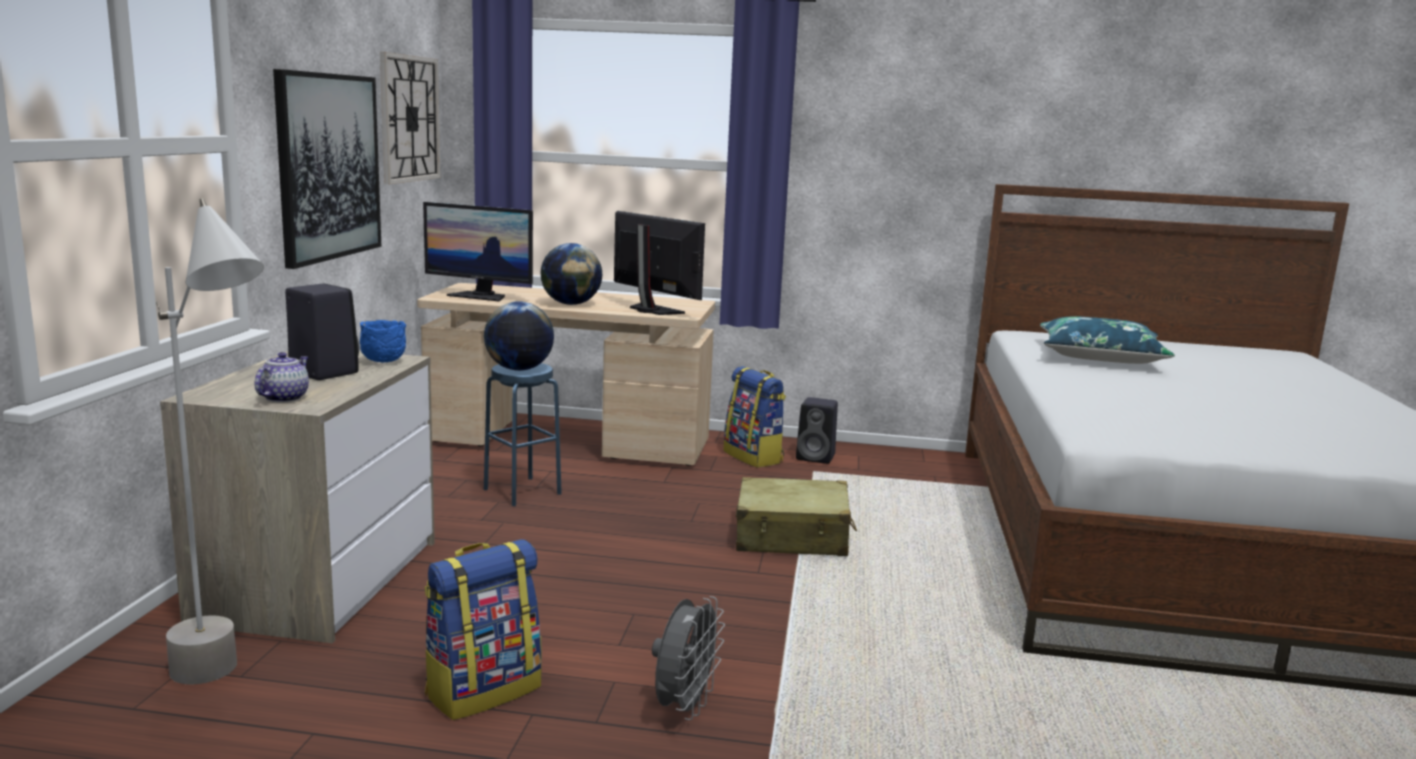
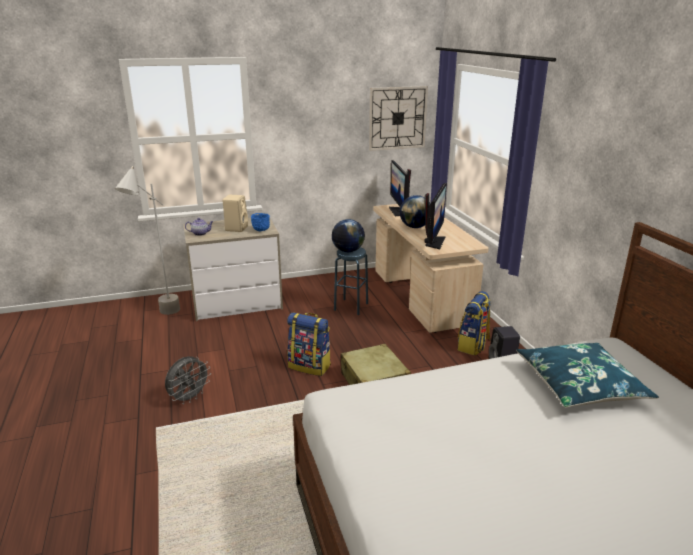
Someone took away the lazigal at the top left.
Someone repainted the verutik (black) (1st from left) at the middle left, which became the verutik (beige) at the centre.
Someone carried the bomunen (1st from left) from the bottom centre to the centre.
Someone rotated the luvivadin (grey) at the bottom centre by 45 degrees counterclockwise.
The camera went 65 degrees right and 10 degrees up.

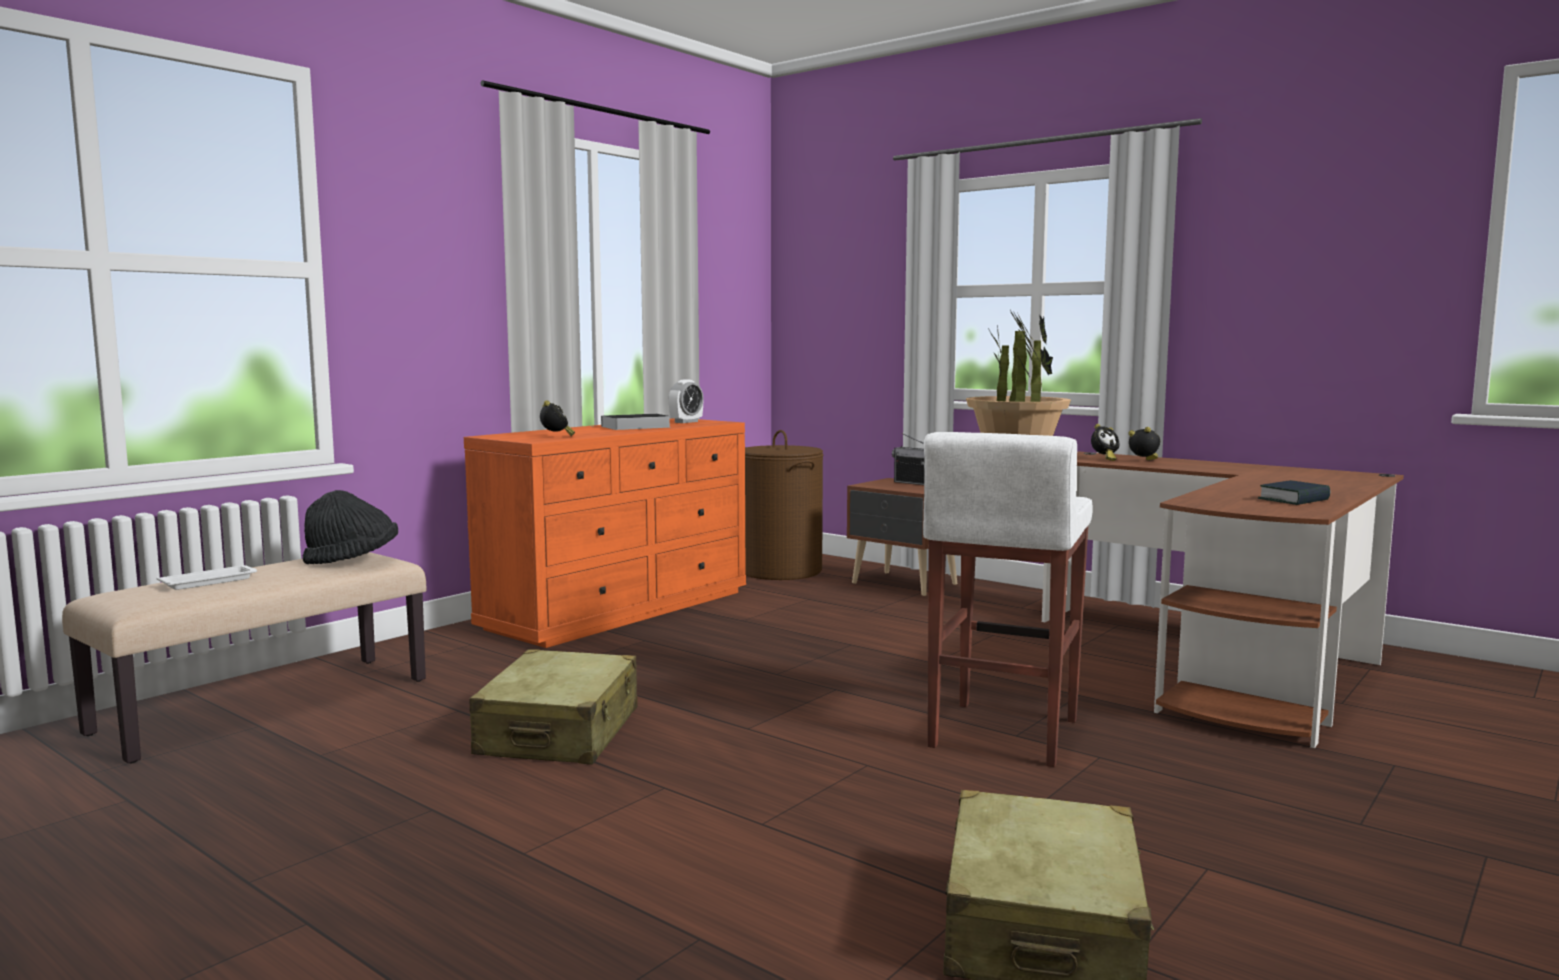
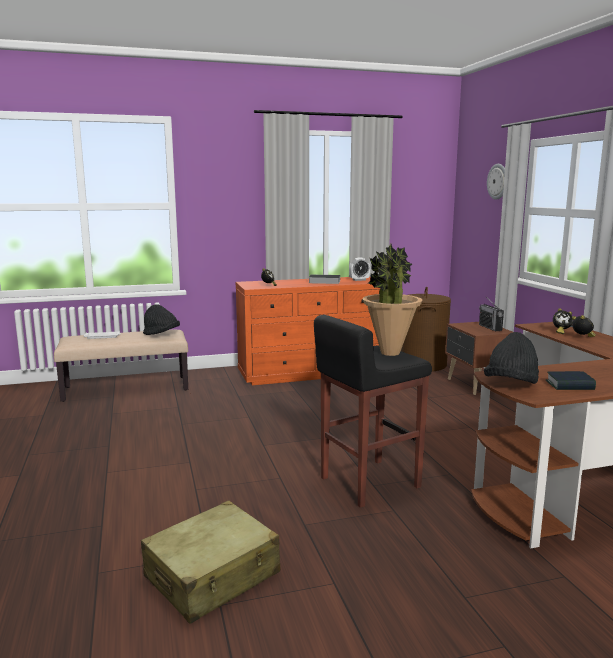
Someone repainted the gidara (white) at the centre, which became the gidara (black) at the centre.
Someone took away the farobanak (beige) (1st from left) at the bottom centre.
Someone put up the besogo at the top right.
Someone put down the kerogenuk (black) (2nd from left) at the middle right.
The camera went 35 degrees right and 5 degrees up.

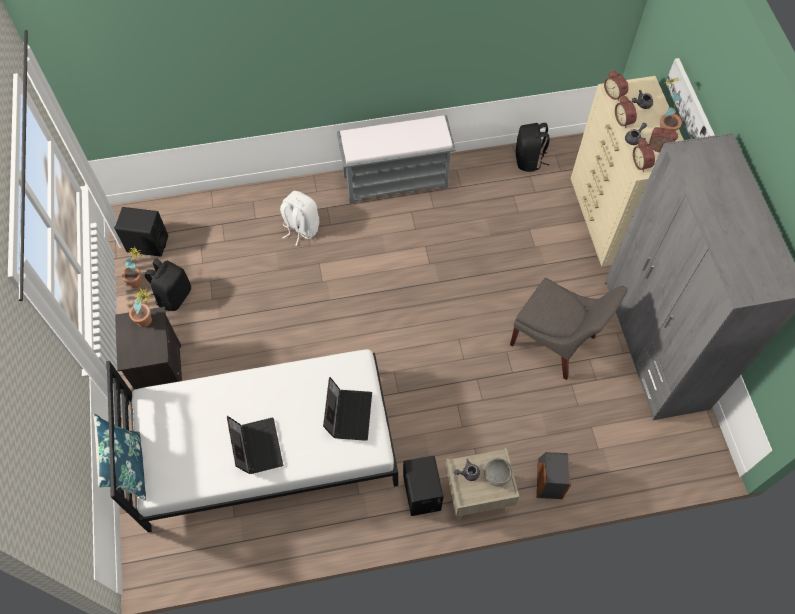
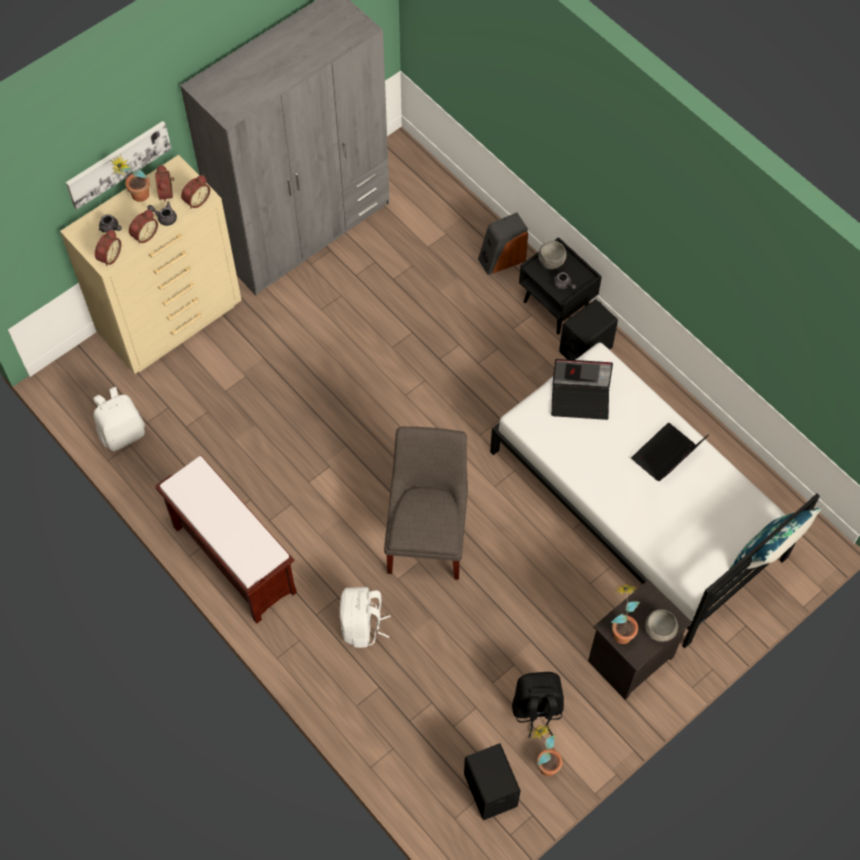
Someone repainted the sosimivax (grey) at the top centre, which became the sosimivax (brown) at the middle left.
Someone repainted the bomunen (black) (2nd from left) at the top right, which became the bomunen (white) (1st from left) at the middle left.
Someone carried the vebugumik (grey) from the middle right to the centre.
Someone rotated the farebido (2nd from left in the first image) at the centre by 150 degrees counterclockwise.
Someone repainted the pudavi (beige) at the bottom centre, which became the pudavi (black) (1st from left) at the top centre.
Someone put down the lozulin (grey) (2nd from left) at the bottom right.
The camera went 120 degrees left and 0 degrees up.

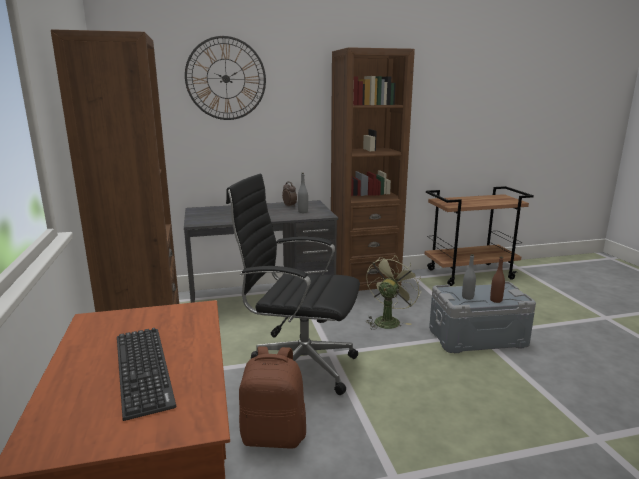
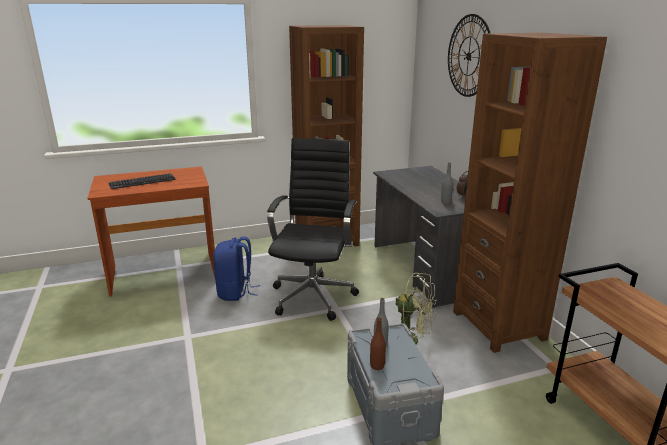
Someone repainted the bomunen (brown) at the bottom centre, which became the bomunen (blue) at the centre.
The camera went 85 degrees right and 5 degrees up.

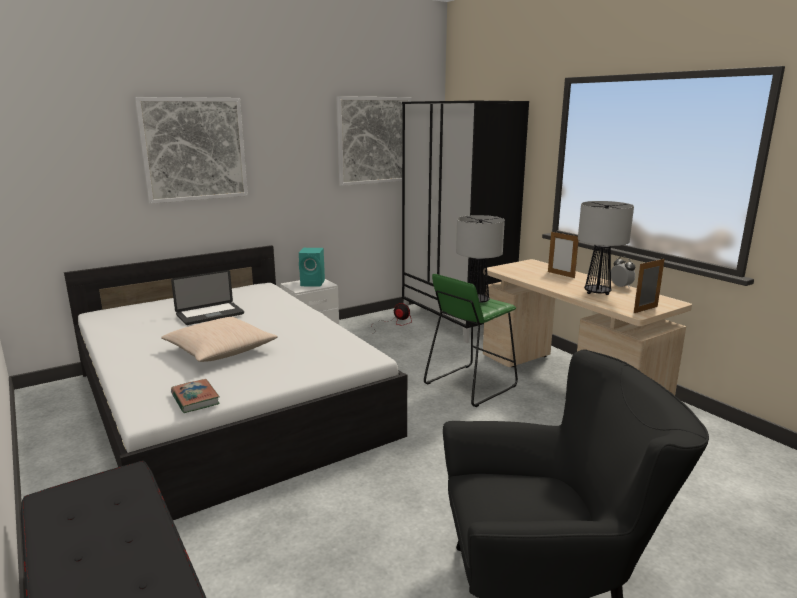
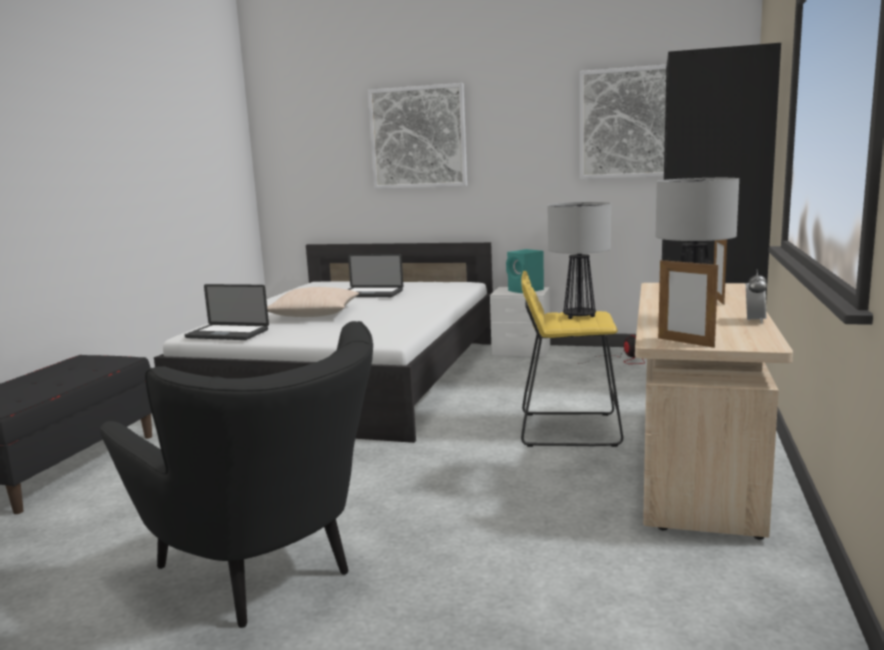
Someone rotated the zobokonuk (2nd from left in the first image) at the middle right by 150 degrees counterclockwise.
Someone repainted the gidara (green) at the centre, which became the gidara (yellow) at the centre.
Someone swapped the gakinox at the middle left for the farebido (1st from left) at the middle left.
The camera went 50 degrees right and 5 degrees down.

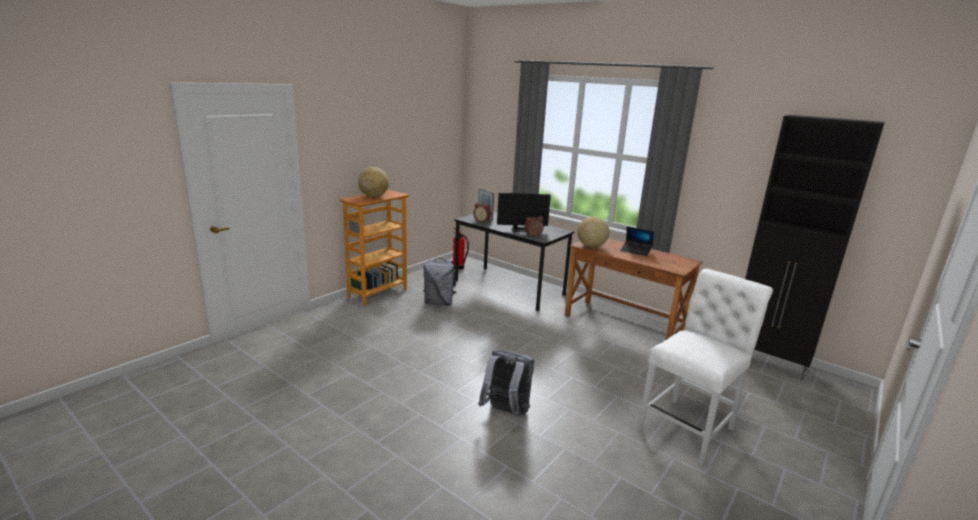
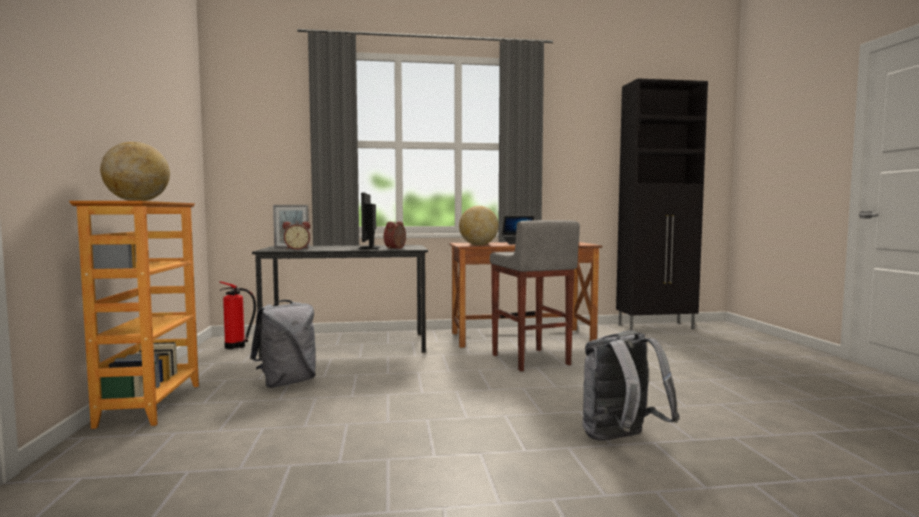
Someone rotated the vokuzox at the centre by 135 degrees clockwise.
Someone took away the vebugumik (white) at the bottom right.
Someone put down the gidara (grey) at the centre.
The camera went 45 degrees left and 15 degrees down.

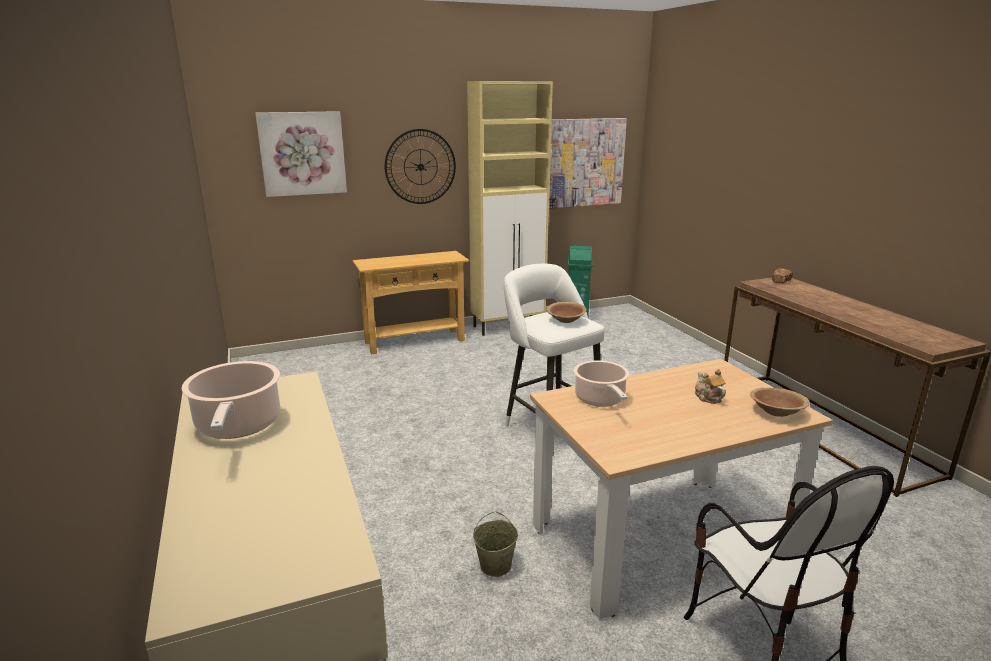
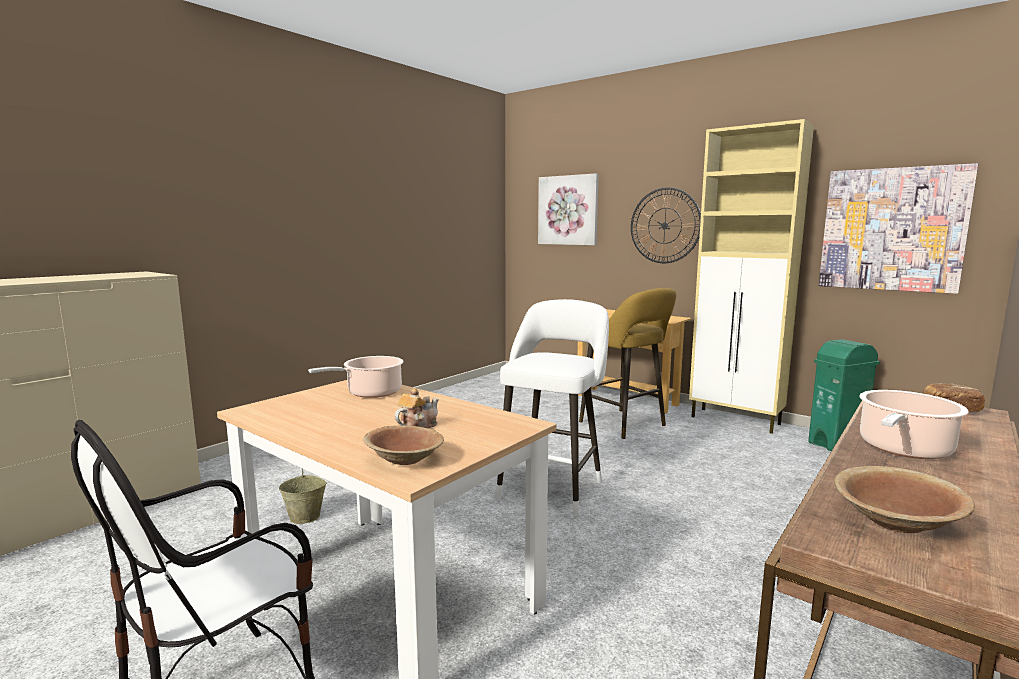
Someone carried the lozulin (brown) (1st from left in the first image) from the centre to the bottom right.
Someone carried the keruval (1st from left in the first image) from the middle left to the middle right.
Someone put down the gidara (yellow) at the centre.
The camera went 60 degrees right and 10 degrees down.

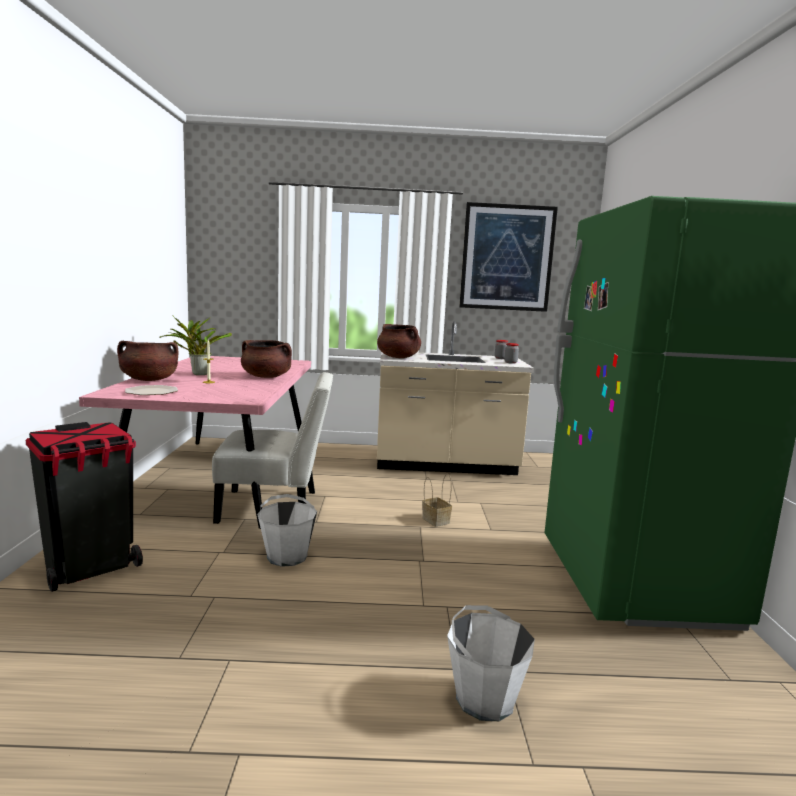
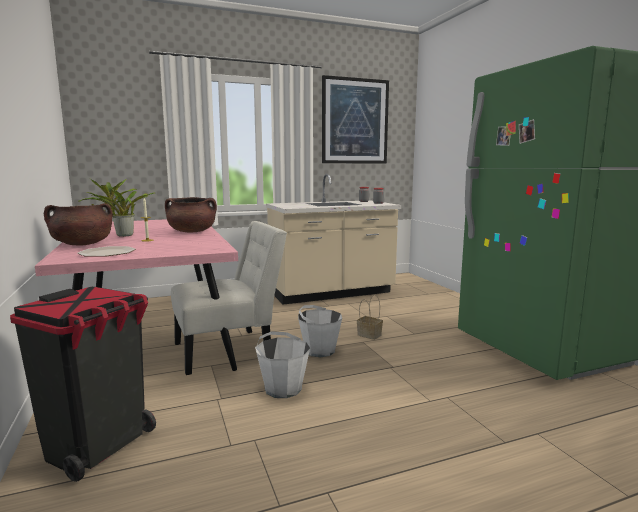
Someone took away the keruval (brown) (3rd from left) at the centre.
Someone carried the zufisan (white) (2nd from left) from the bottom centre to the centre.
The camera went 20 degrees left and 0 degrees up.

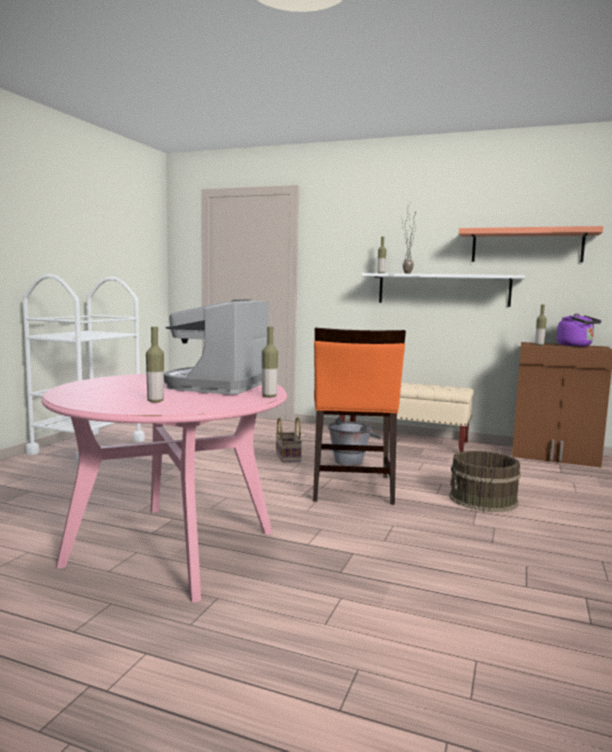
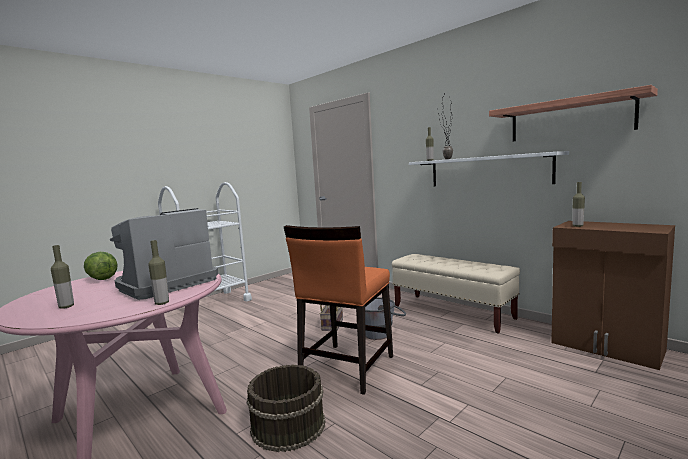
Someone took away the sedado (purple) at the middle right.
Someone carried the zufisan (brown) from the middle right to the bottom centre.
Someone put down the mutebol at the middle left.
The camera went 25 degrees right and 0 degrees up.

